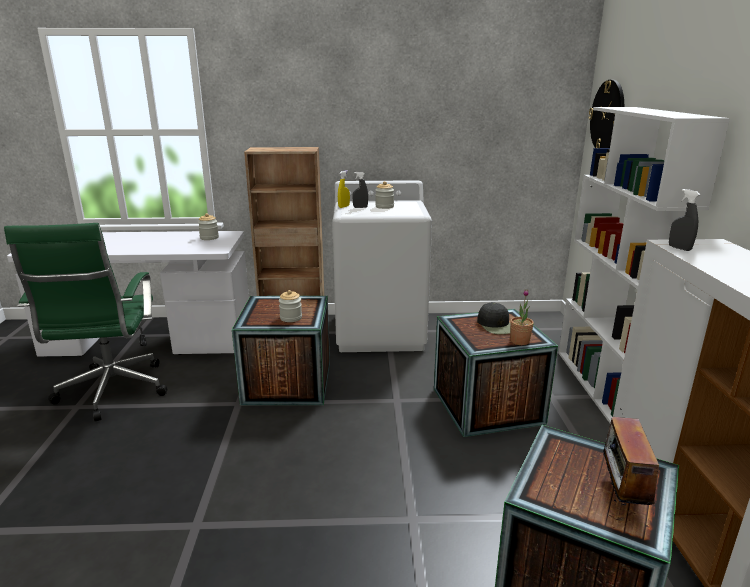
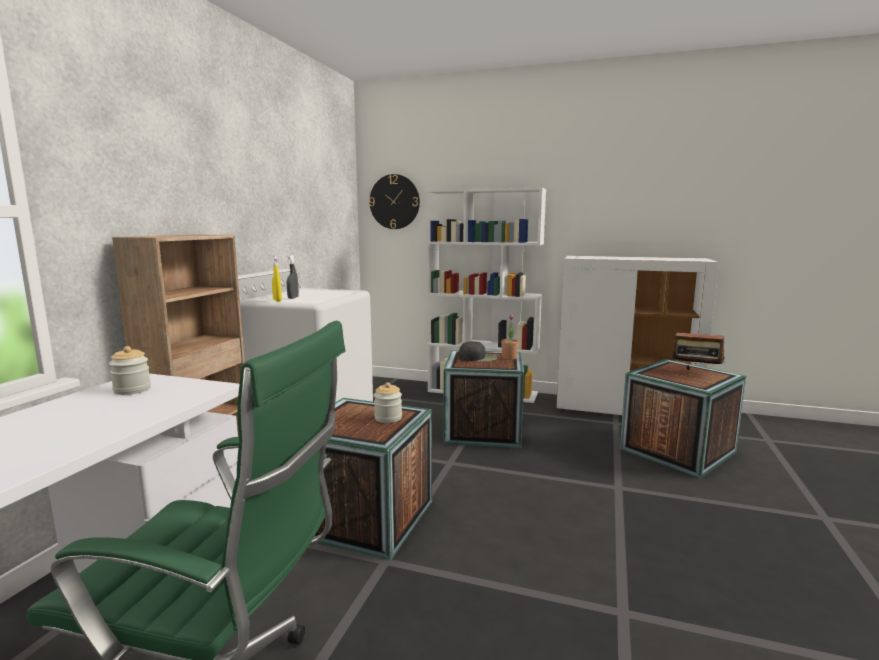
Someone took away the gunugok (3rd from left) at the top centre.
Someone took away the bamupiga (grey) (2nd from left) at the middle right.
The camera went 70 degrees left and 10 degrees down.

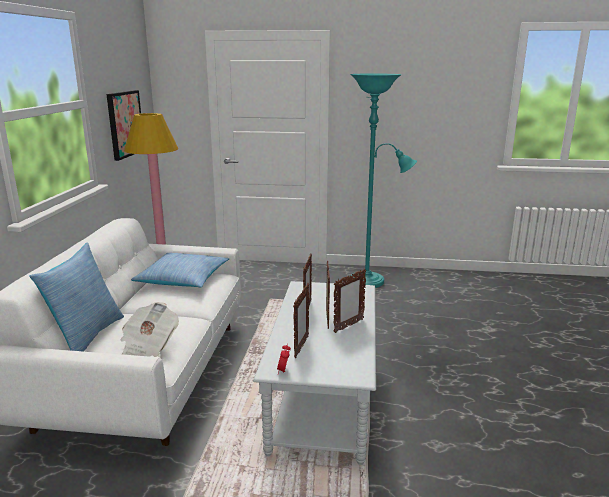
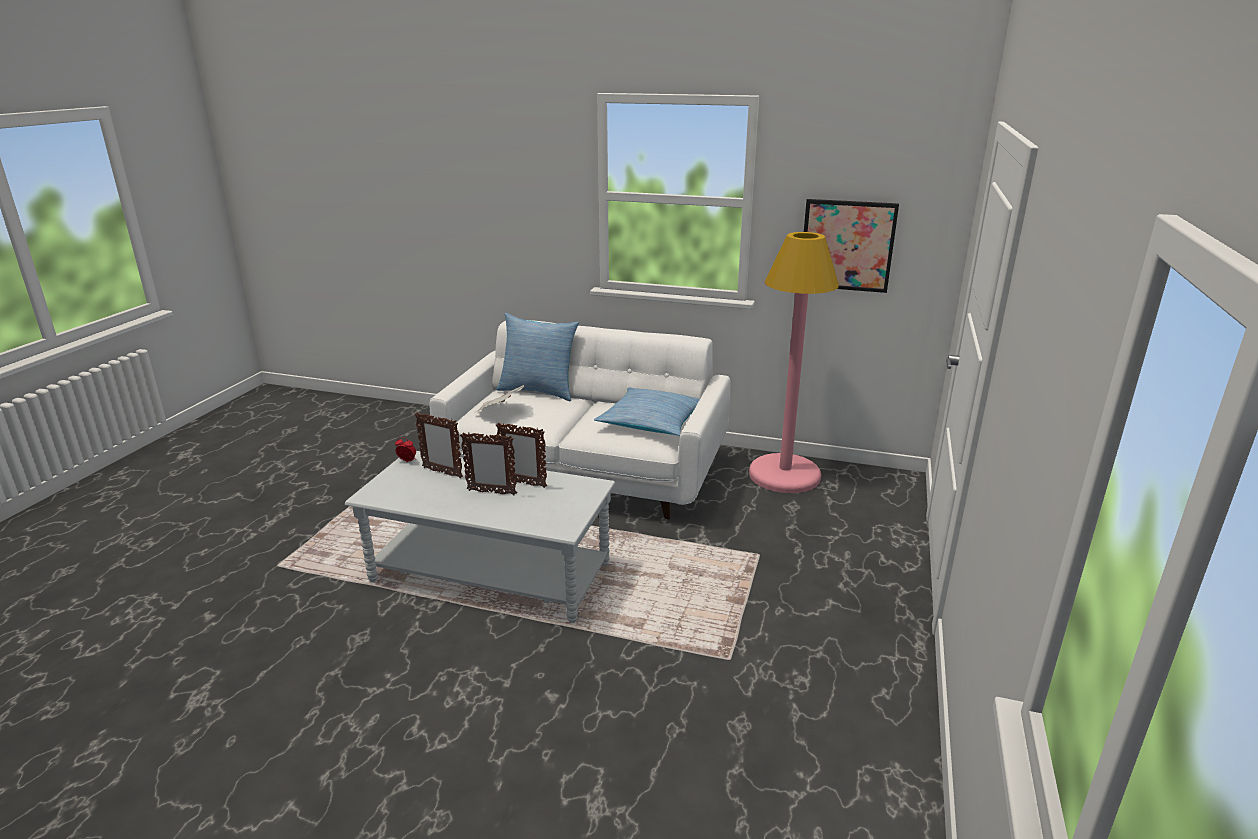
Someone took away the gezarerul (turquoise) at the centre.
Someone took away the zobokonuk (4th from left) at the centre.
The camera went 100 degrees right and 5 degrees up.

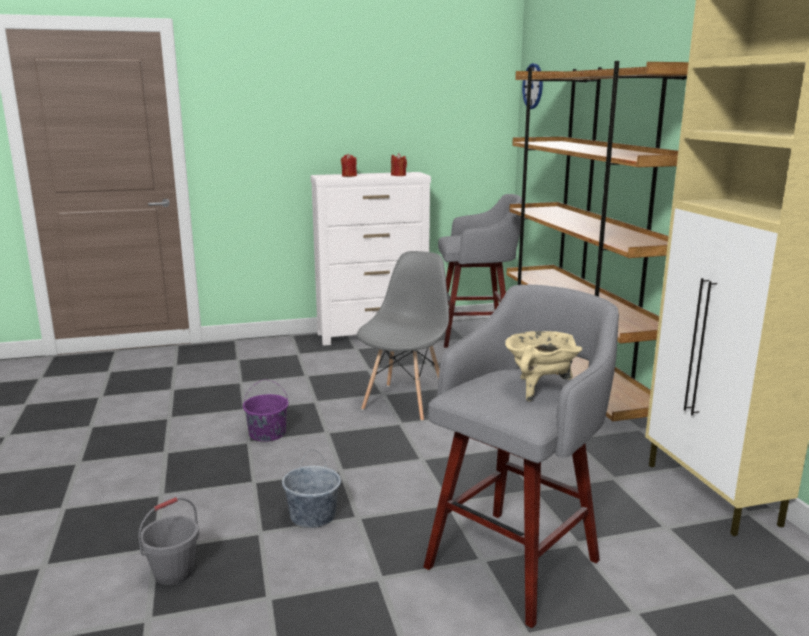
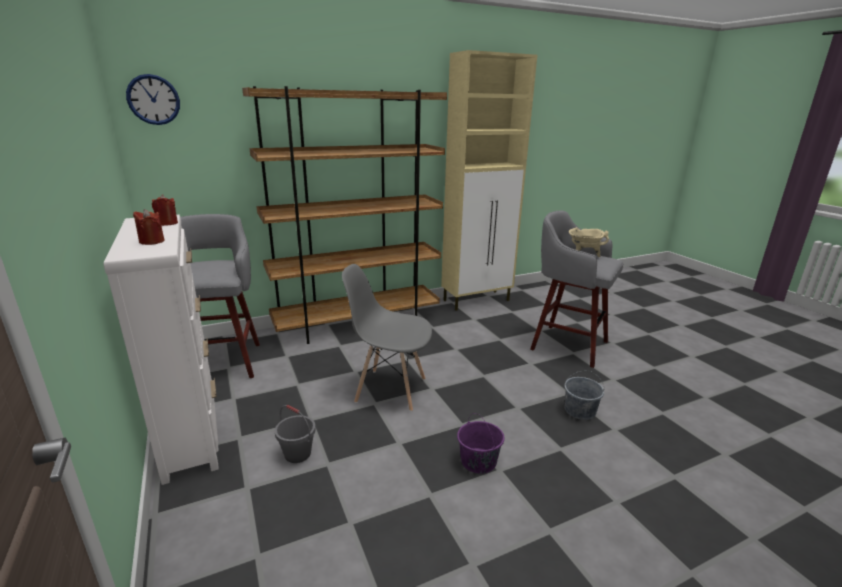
Someone carried the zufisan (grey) (1st from left) from the bottom left to the bottom centre.
The camera went 100 degrees left and 5 degrees up.

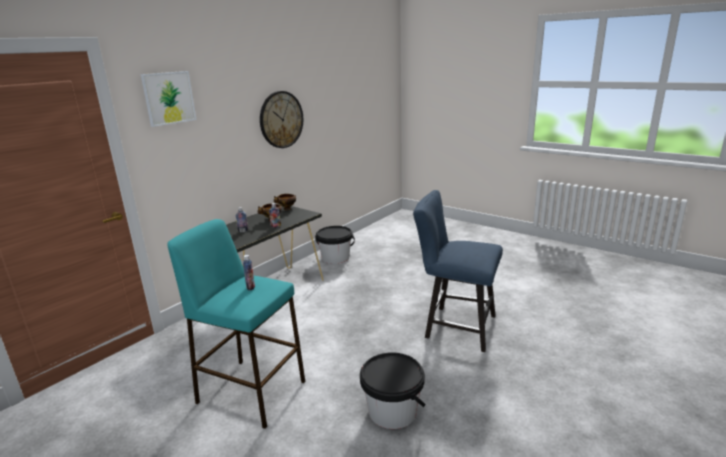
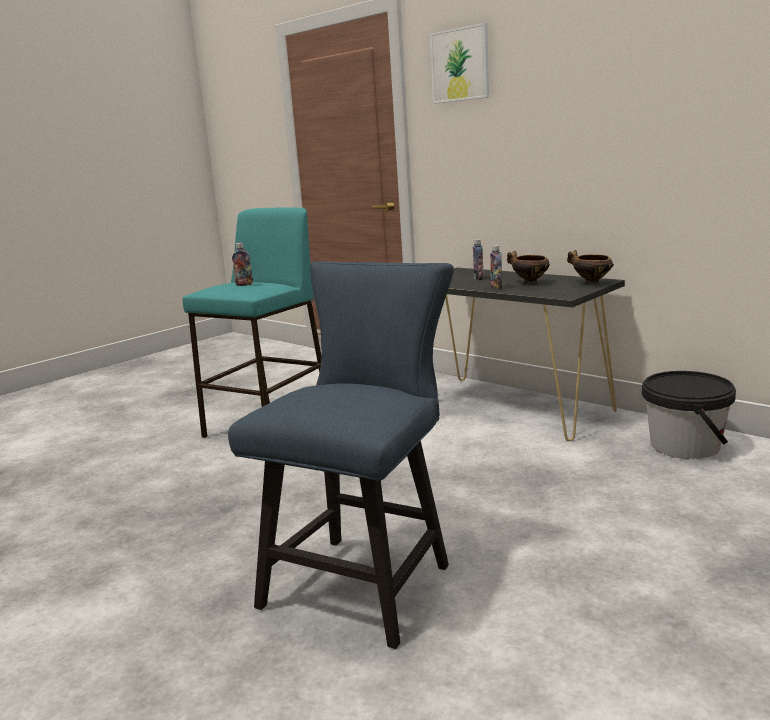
Someone took away the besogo at the top centre.
Someone took away the zufisan (black) (2nd from left) at the bottom centre.
The camera went 95 degrees right and 5 degrees down.

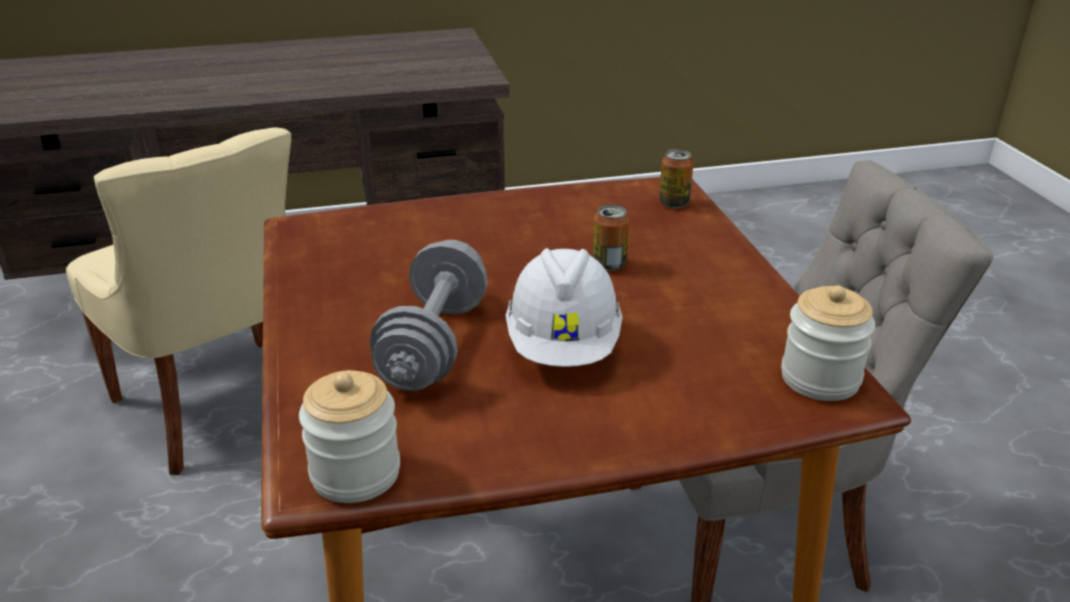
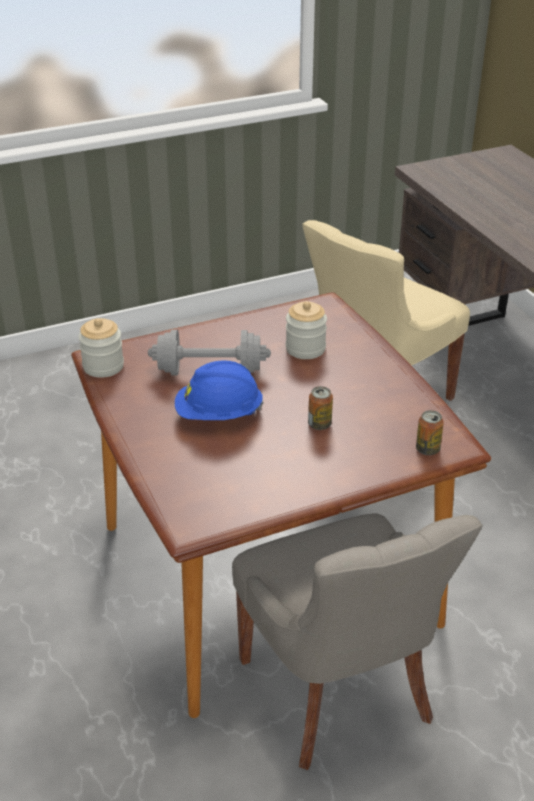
Someone repainted the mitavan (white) at the centre, which became the mitavan (blue) at the centre.
Someone carried the gunugok (2nd from left) from the middle right to the centre.
The camera went 80 degrees right and 5 degrees up.

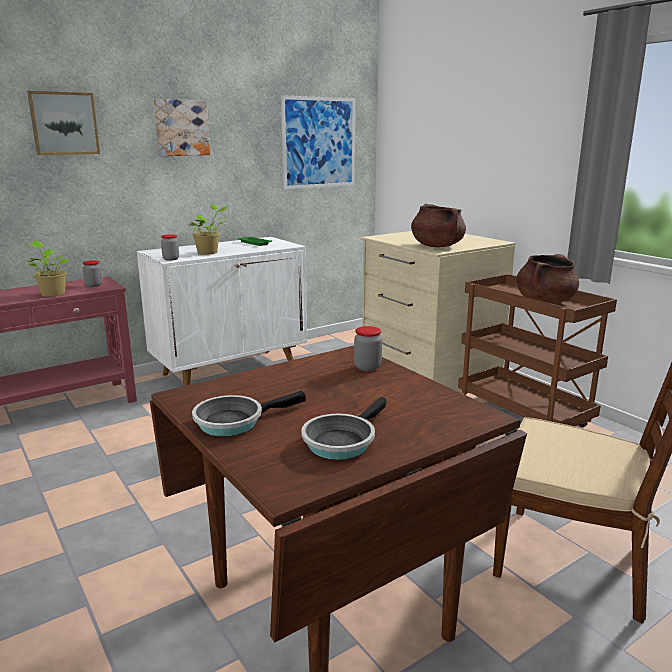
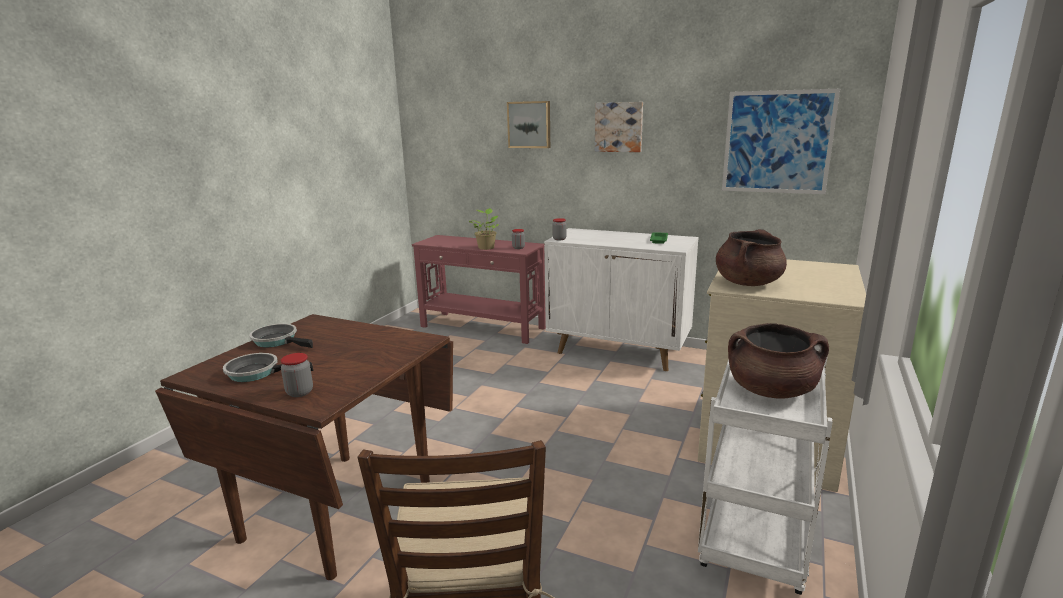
Someone took away the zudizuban (2nd from left) at the middle left.
Someone repainted the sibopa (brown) at the middle right, which became the sibopa (white) at the bottom right.
Someone carried the gunugok (3rd from left in the first image) from the centre to the middle left.
The camera went 60 degrees right and 0 degrees up.

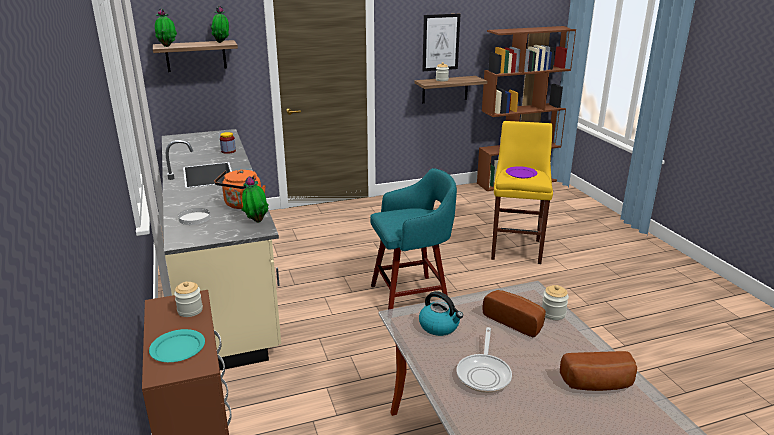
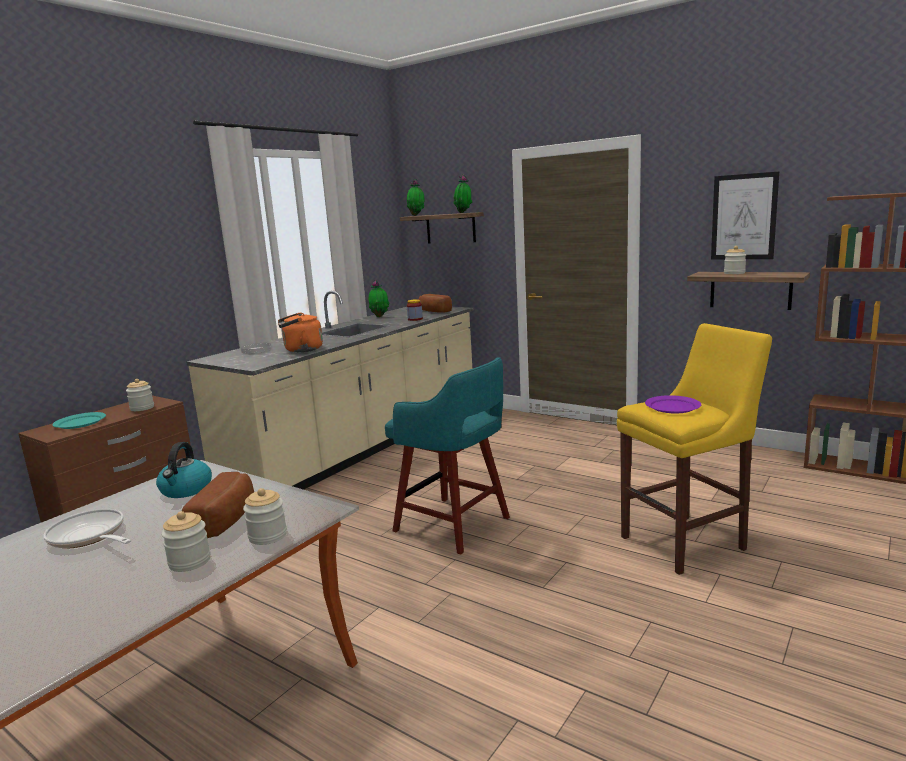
Someone carried the zudizuban (3rd from left in the first image) from the middle left to the centre.
Someone rotated the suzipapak at the bottom centre by 60 degrees clockwise.
Someone carried the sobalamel (2nd from left) from the bottom right to the centre.
Someone put down the gunugok (2nd from left) at the bottom left.
The camera went 55 degrees right and 10 degrees down.

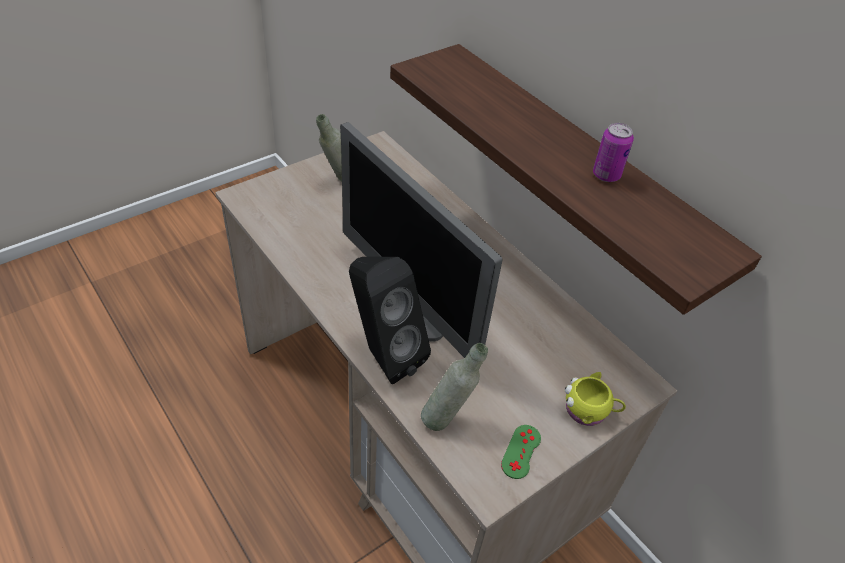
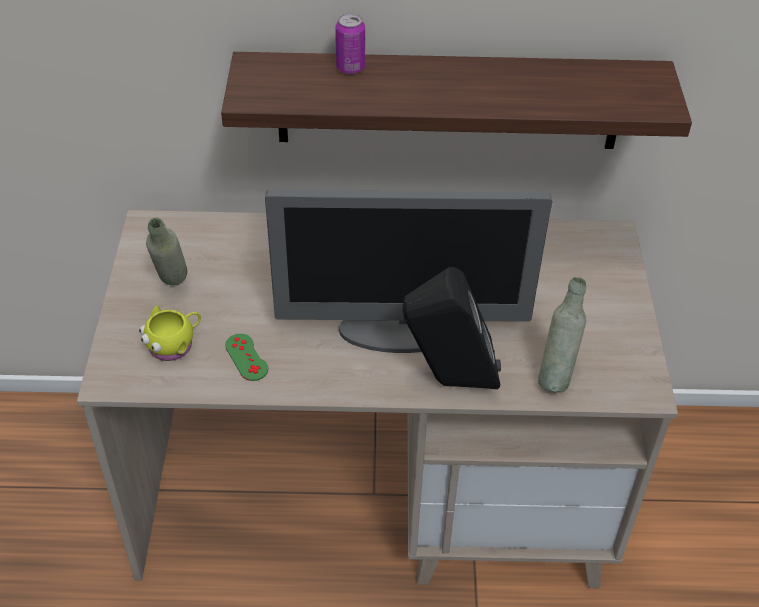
Someone carried the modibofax from the top right to the top centre.
Someone carried the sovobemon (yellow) from the bottom right to the middle left.
Someone carried the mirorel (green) from the bottom centre to the middle left.
The camera went 50 degrees left and 0 degrees up.

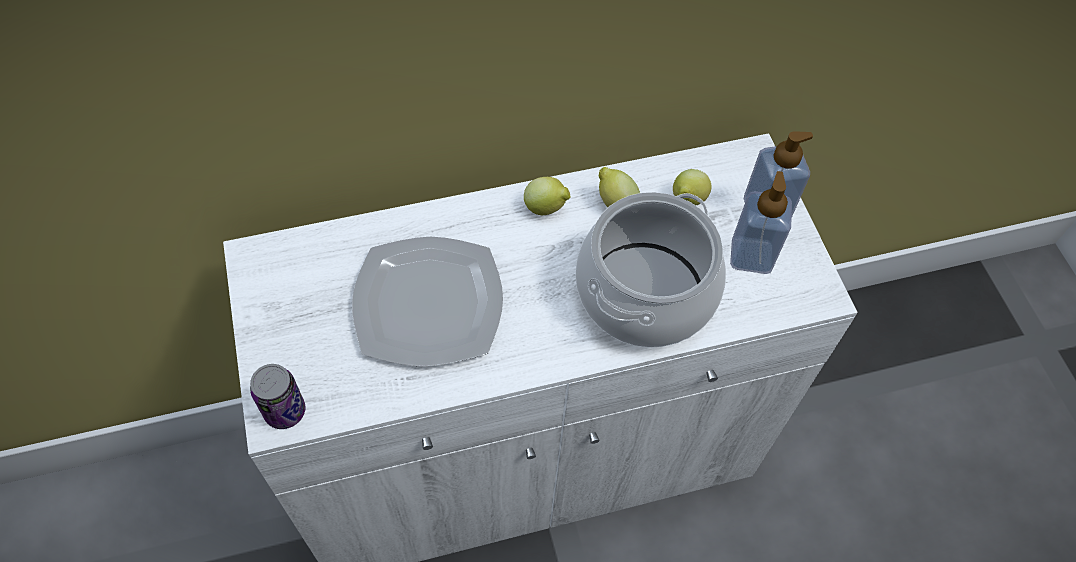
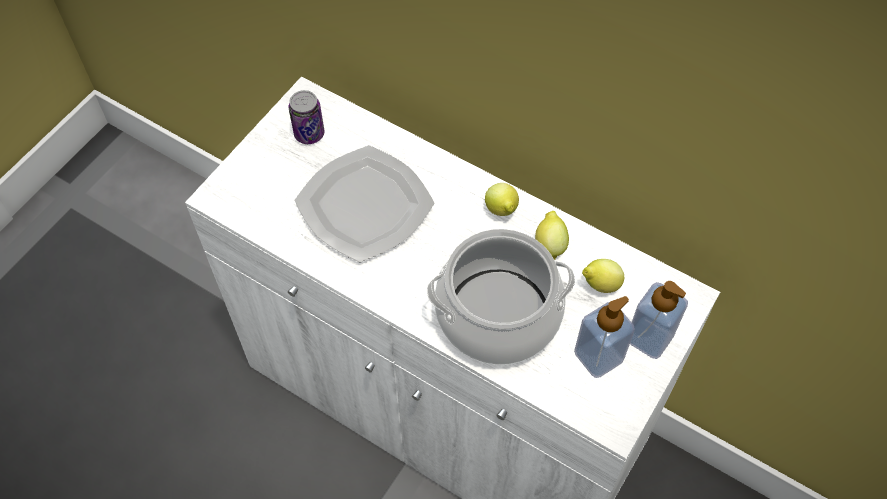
Someone carried the modibofax from the bottom left to the top centre.
The camera went 50 degrees right and 0 degrees up.

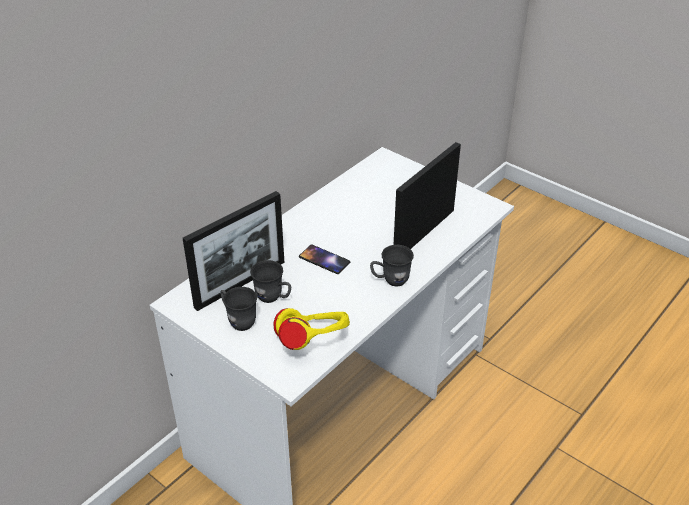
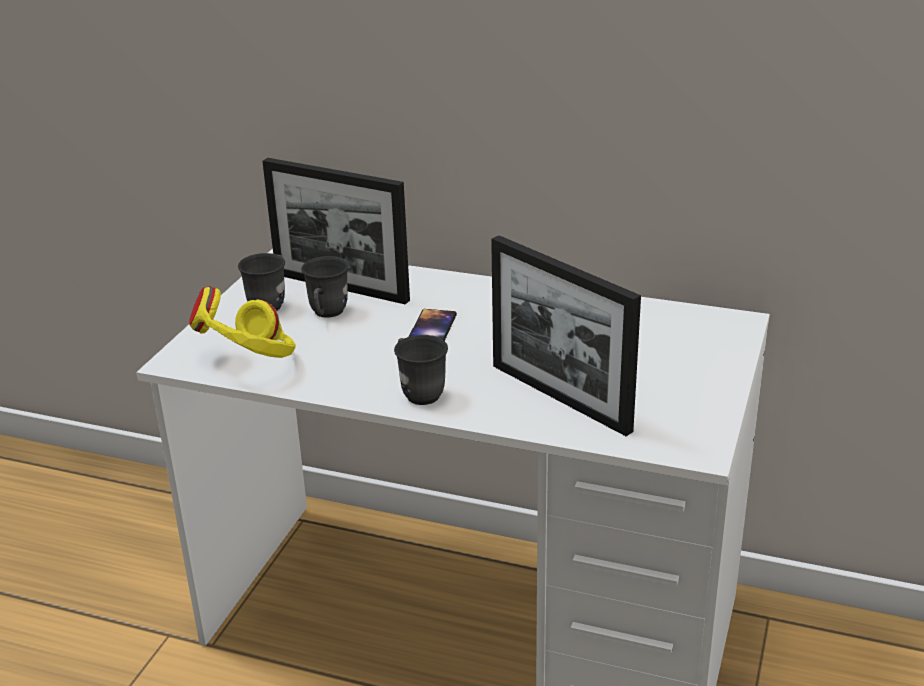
Someone rotated the zobokonuk (2nd from left) at the centre by 150 degrees counterclockwise.
The camera went 70 degrees right and 10 degrees down.

